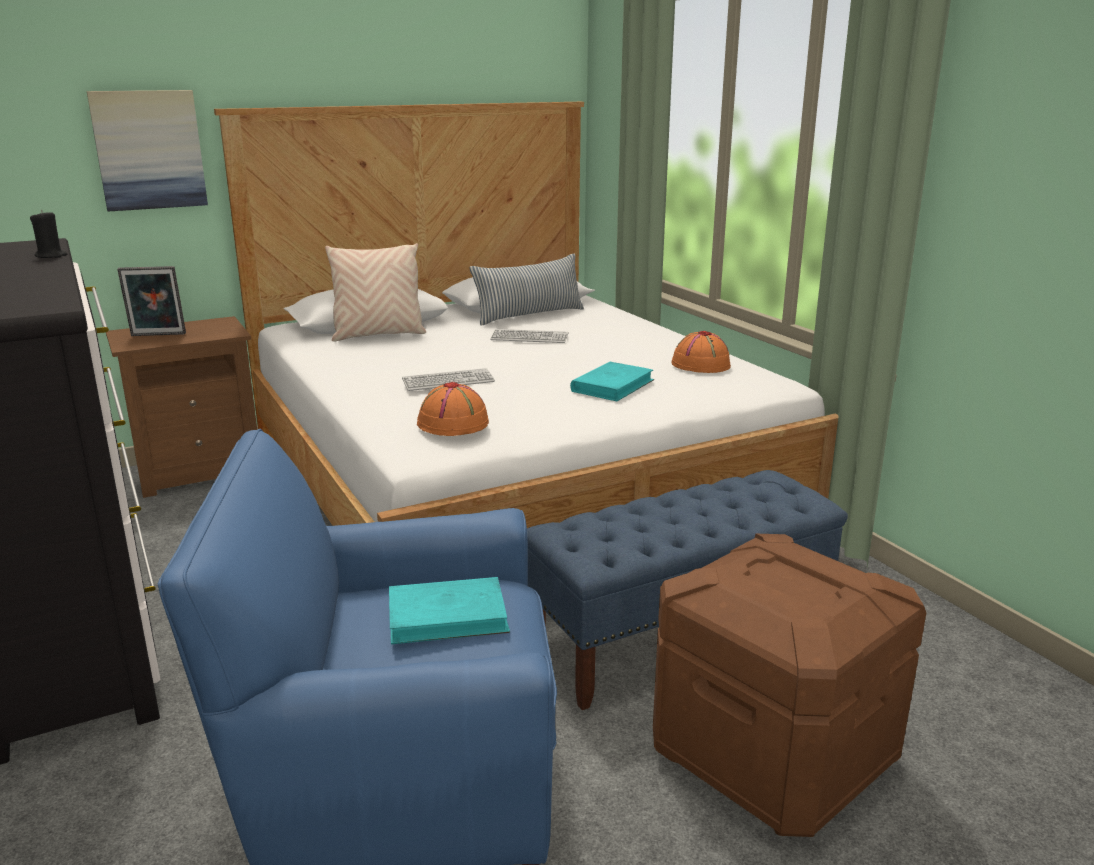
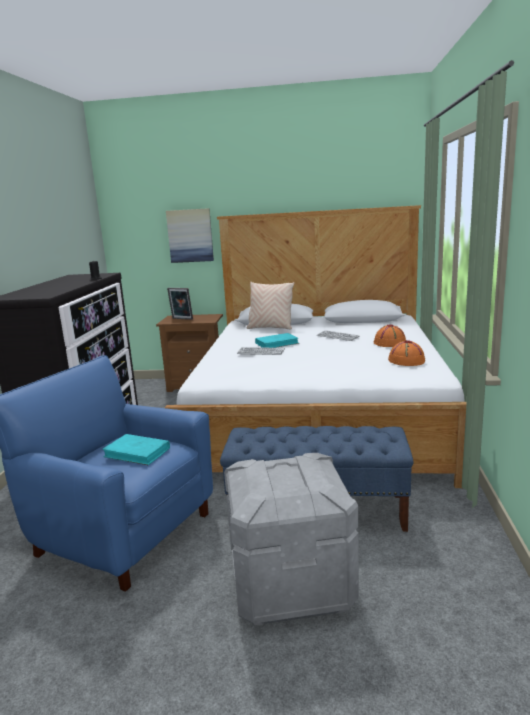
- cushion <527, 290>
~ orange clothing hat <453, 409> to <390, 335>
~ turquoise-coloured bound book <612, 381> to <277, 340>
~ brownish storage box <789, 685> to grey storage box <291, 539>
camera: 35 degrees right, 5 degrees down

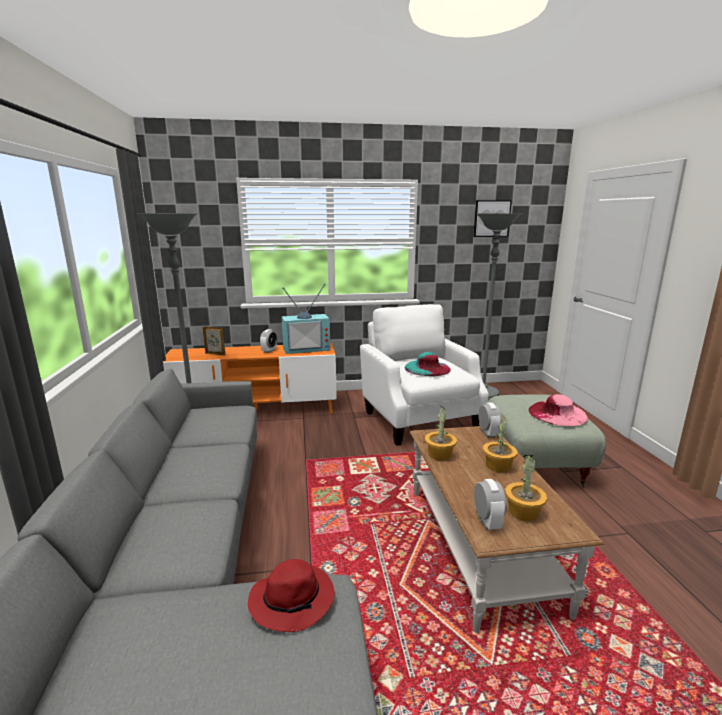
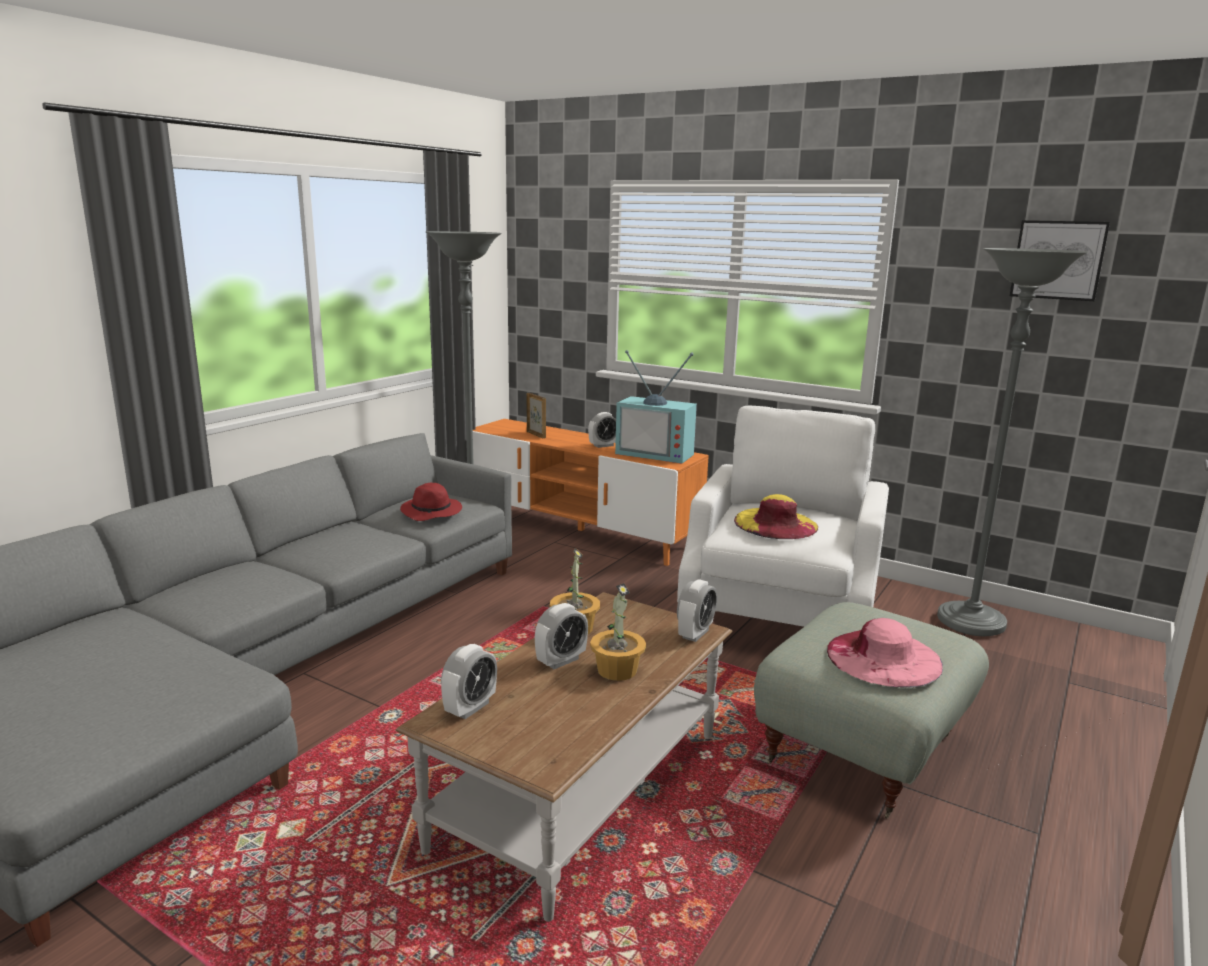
- houseplant <526, 488>
+ bedside clock <561, 636>
~ red clothing hat <291, 595> to <431, 502>
~ turquoise-coloured clothing hat <428, 364> to yellow-coloured clothing hat <776, 516>
camera: 40 degrees right, 0 degrees up

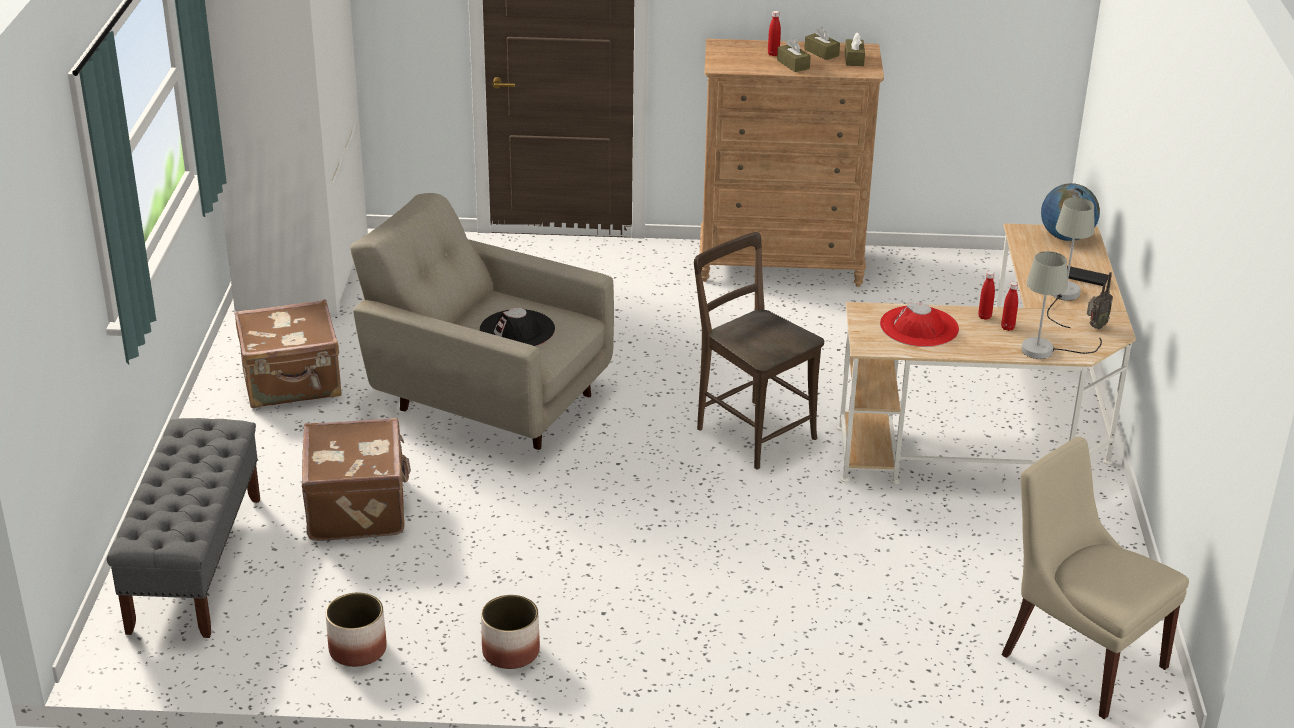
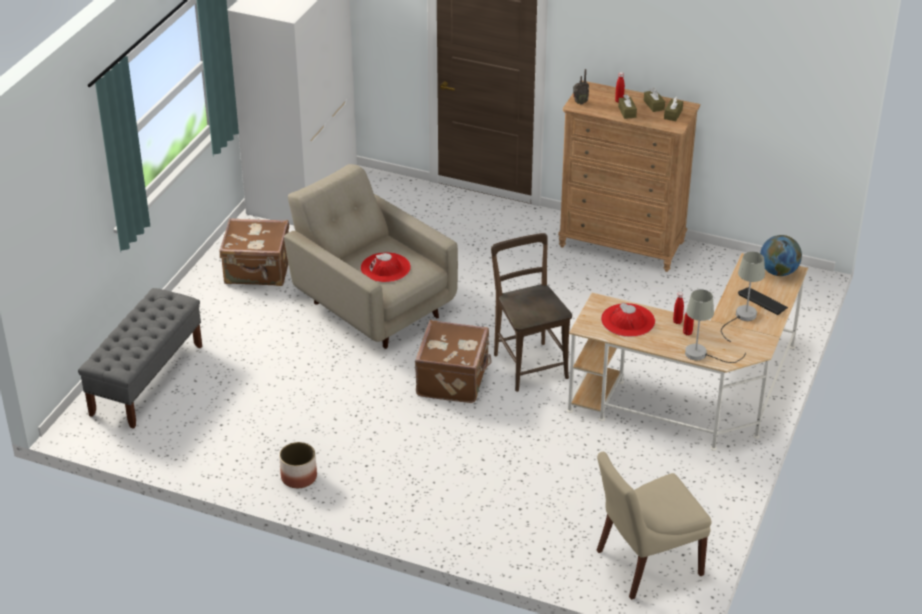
- planter <356, 629>
~ brownish travel case <356, 479> to <453, 361>
~ radio <1100, 300> to <581, 86>
~ blackish clothing hat <517, 326> to red clothing hat <386, 267>
~ beige-coloured chair <1095, 578> = <654, 526> 90 degrees counterclockwise
camera: 20 degrees right, 5 degrees up

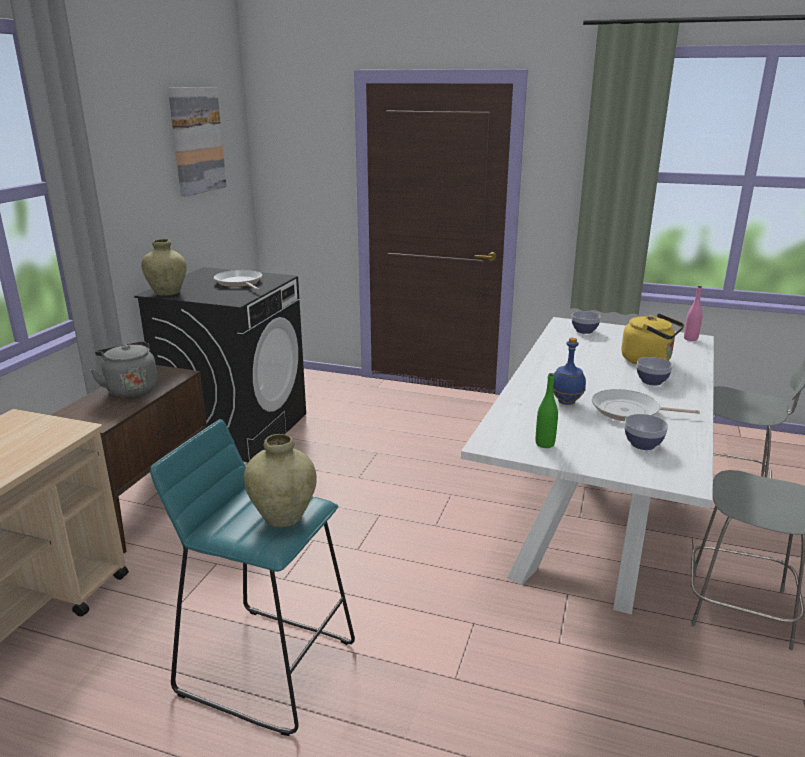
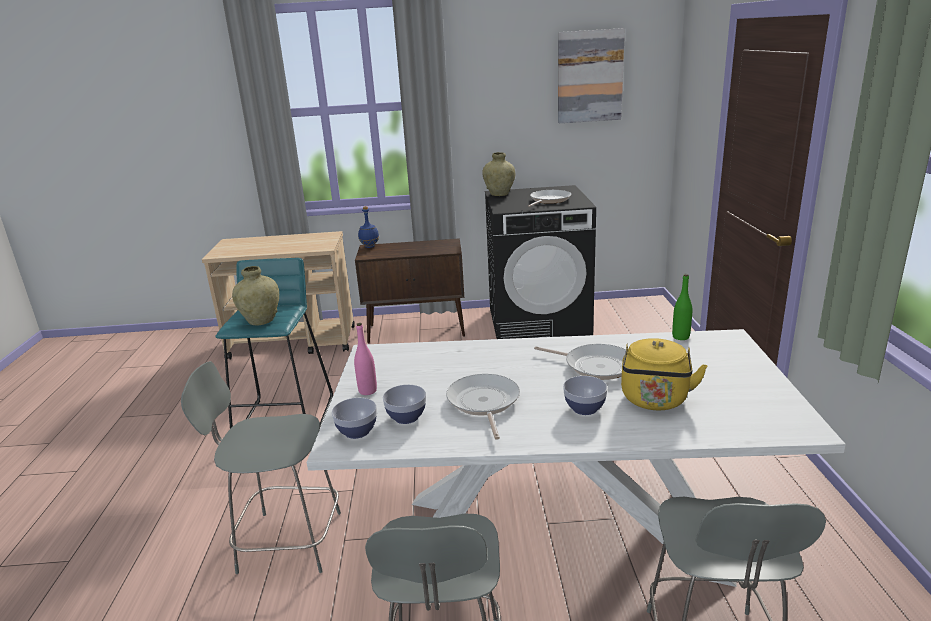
- grey water kettle <124, 369>
+ grey chair <261, 467>
+ frying pan <580, 362>
~ greenish beverage bottle <547, 410> to <682, 307>
~ blue-coloured beverage bottle <569, 371> to <368, 227>
~ serving bowl <586, 322> to <354, 418>
~ pink beverage bottle <693, 313> to <365, 359>
camera: 70 degrees right, 0 degrees up

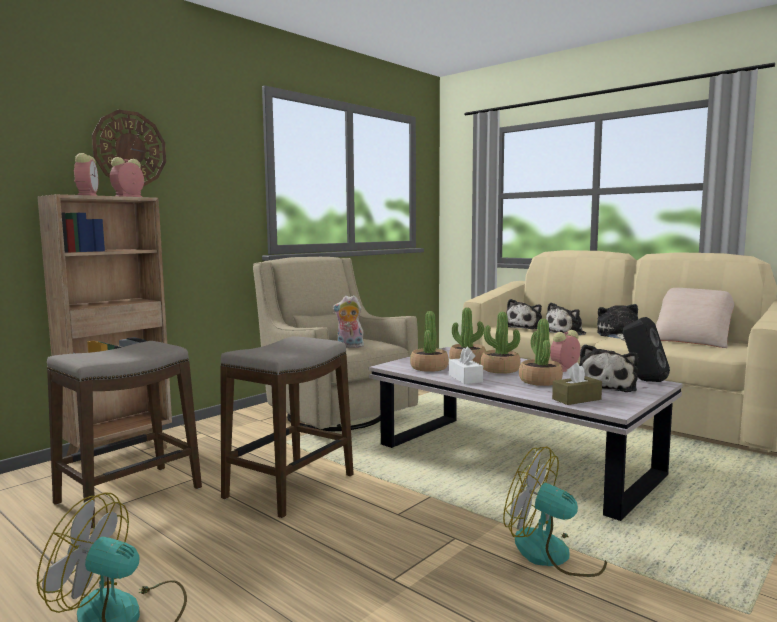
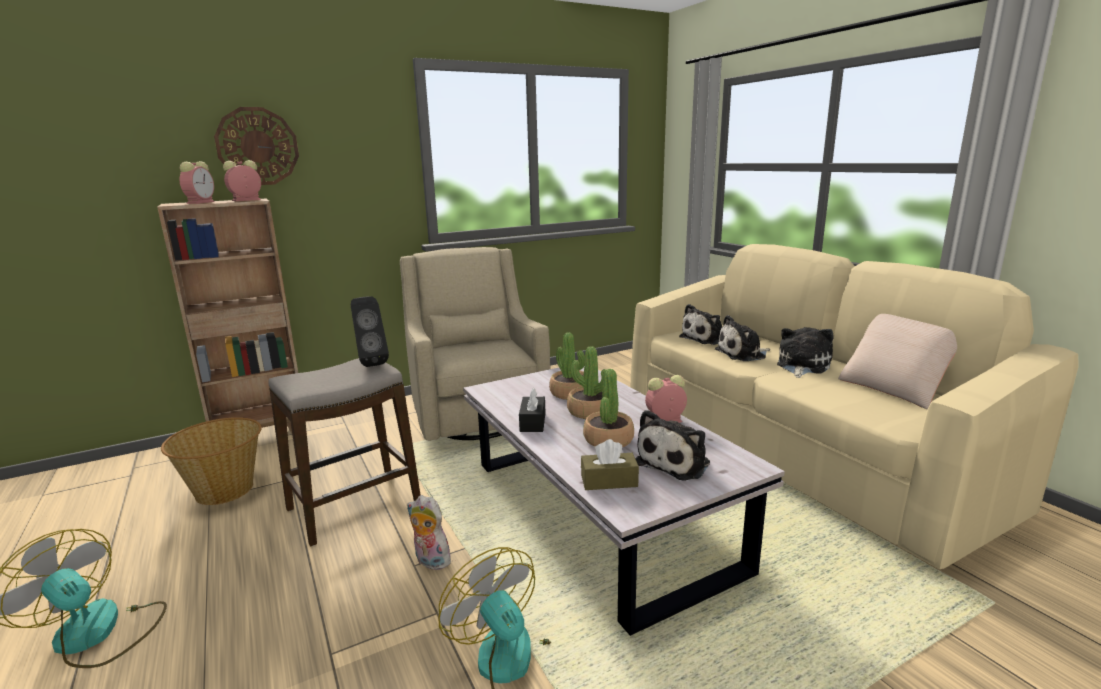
- houseplant <429, 341>
~ cuddly toy <348, 321> to <431, 532>
~ blackish speaker <646, 349> to <370, 331>
~ stool <124, 435> to storage basket <211, 461>
~ white-coloured tissue holder <466, 365> to blackish tissue holder <532, 410>
camera: 20 degrees right, 10 degrees up

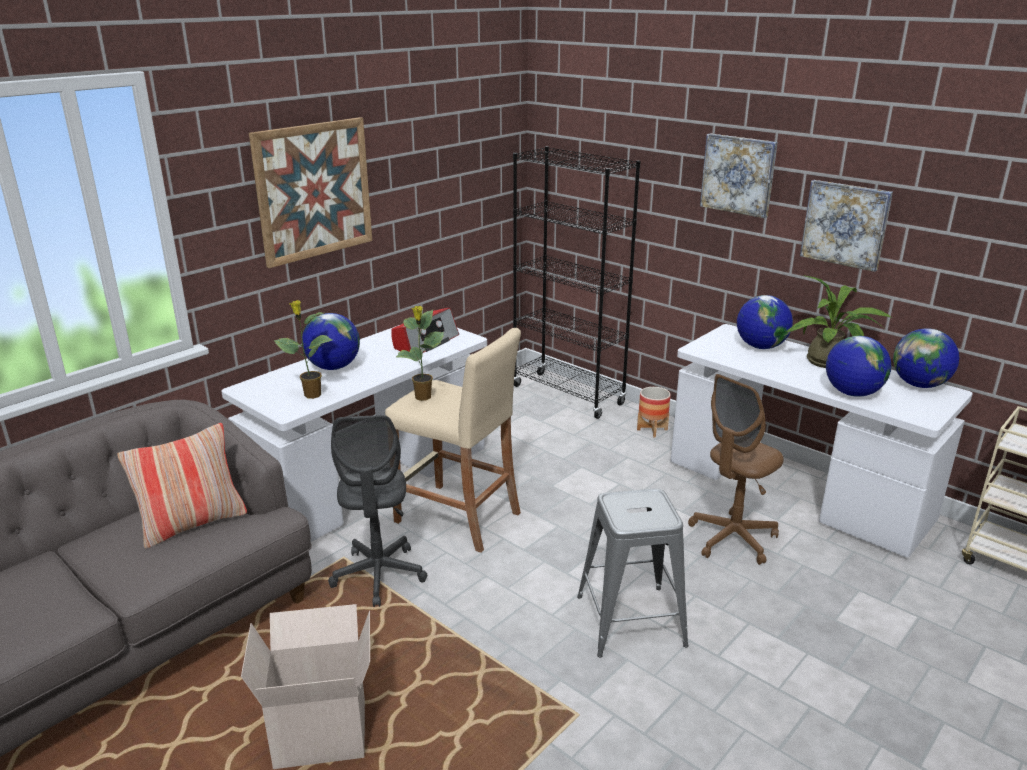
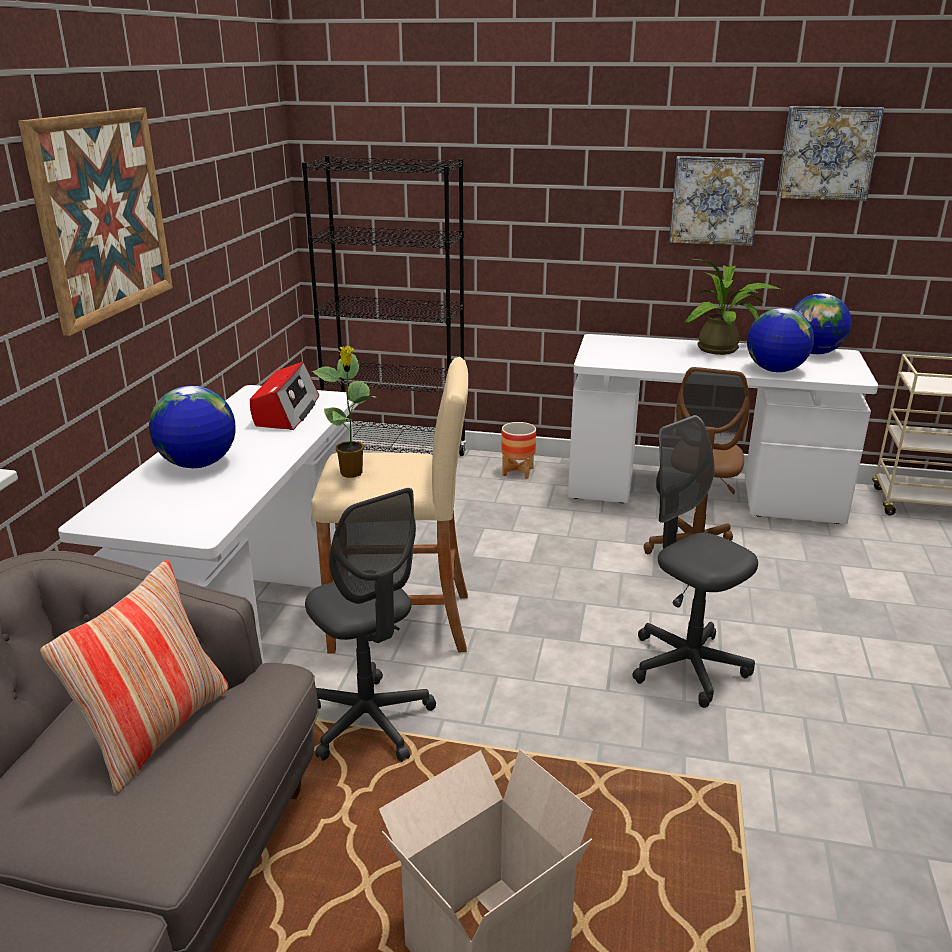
- houseplant <302, 349>
- desk globe <765, 322>
~ picture <739, 175> to <830, 153>
~ grey stool <632, 572> to grey computer chair <695, 561>
camera: 30 degrees left, 0 degrees up

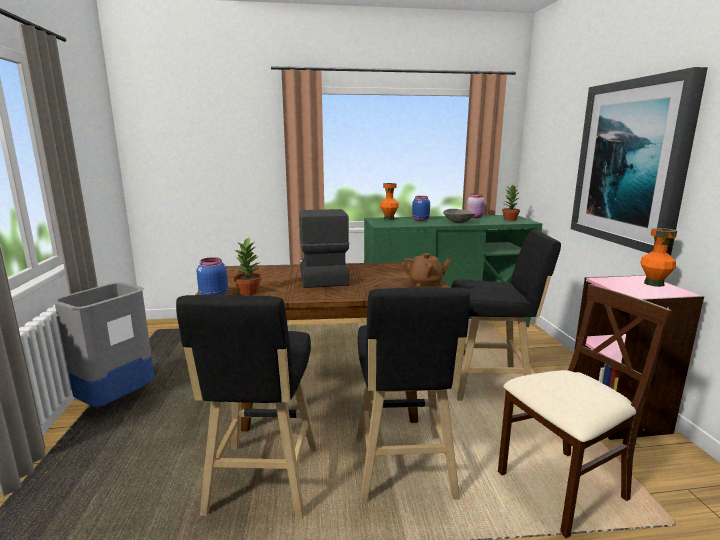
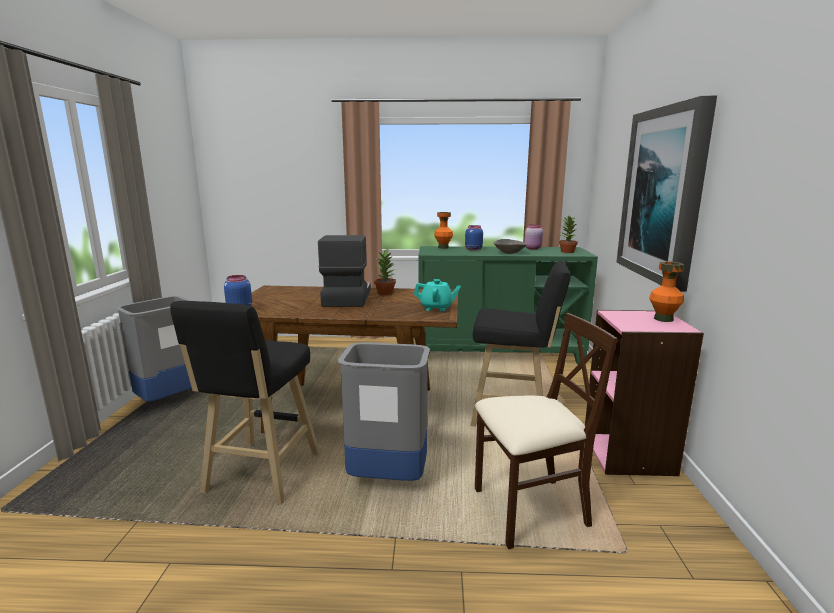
~ houseplant <247, 266> to <385, 272>
~ blackish stool <413, 395> to grey trash can <384, 411>
~ brownish pot for tea <426, 270> to turquoise-coloured pot for tea <437, 295>
camera: 10 degrees right, 0 degrees up

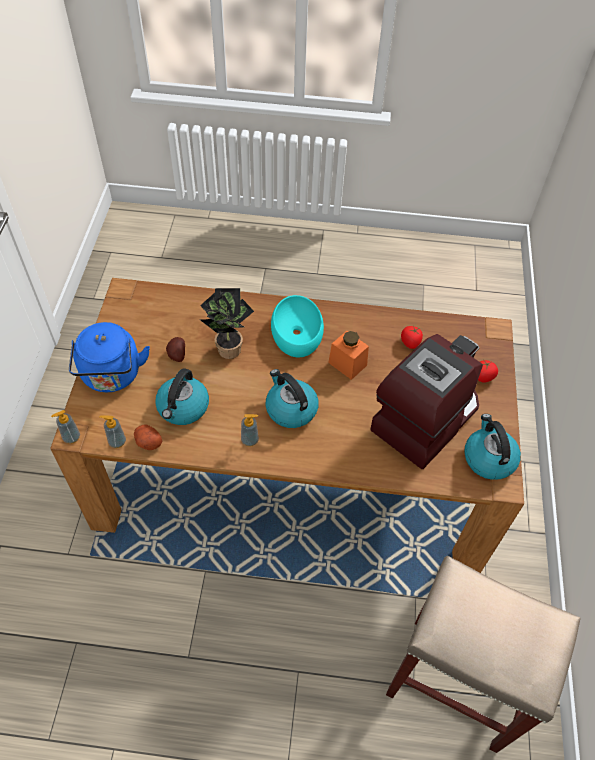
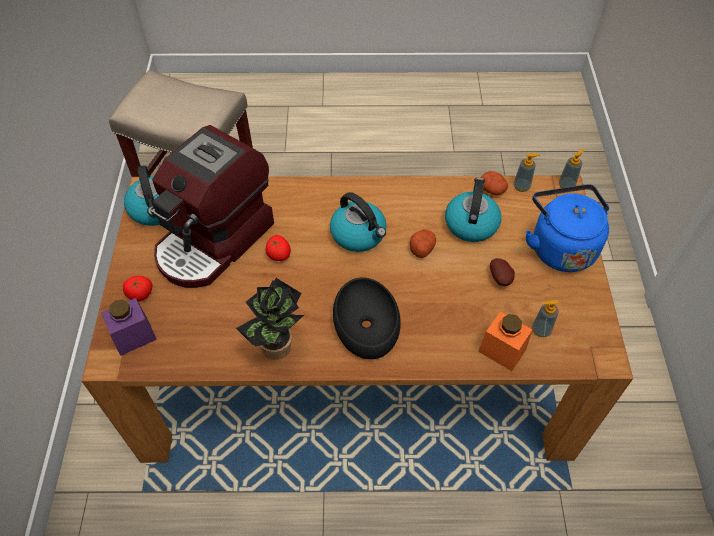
+ purple-coloured storage jar <129, 327>
+ spud <423, 243>
~ houseplant <227, 323> to <270, 319>
~ soap bottle <250, 430> to <545, 318>
~ orange storage jar <348, 355> to <505, 341>
~ tomato <412, 337> to <278, 248>
~ turquoise-coloured serving bowl <297, 326> to blackish serving bowl <367, 318>
camera: 175 degrees right, 0 degrees up

